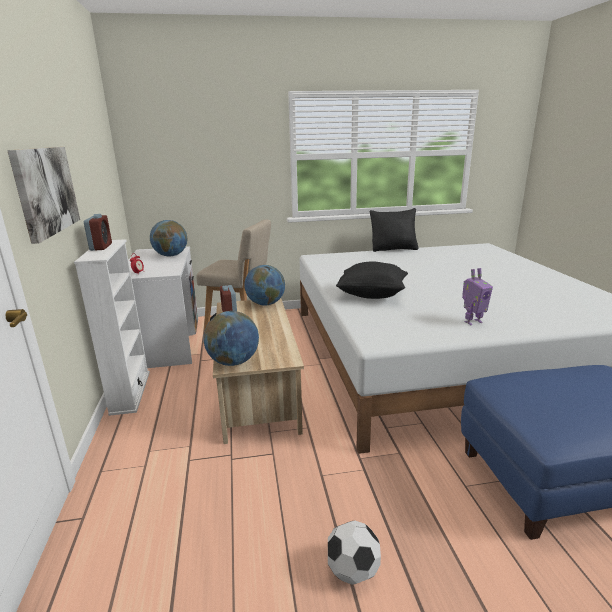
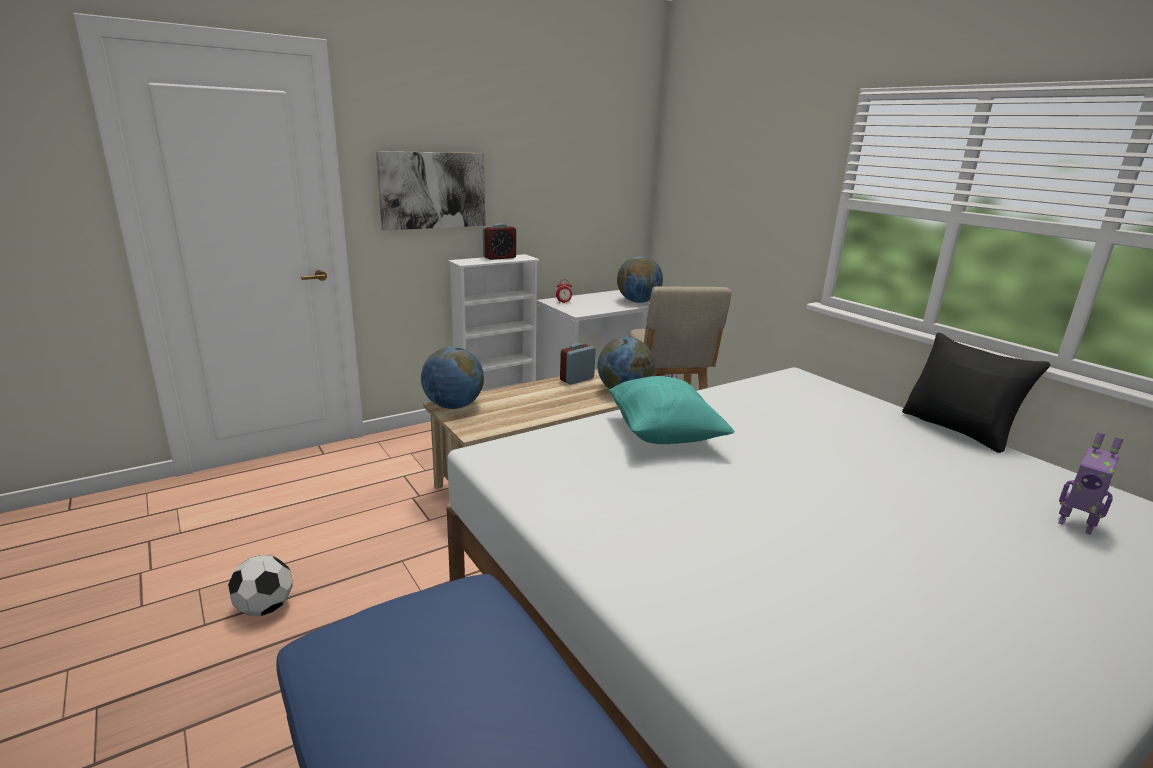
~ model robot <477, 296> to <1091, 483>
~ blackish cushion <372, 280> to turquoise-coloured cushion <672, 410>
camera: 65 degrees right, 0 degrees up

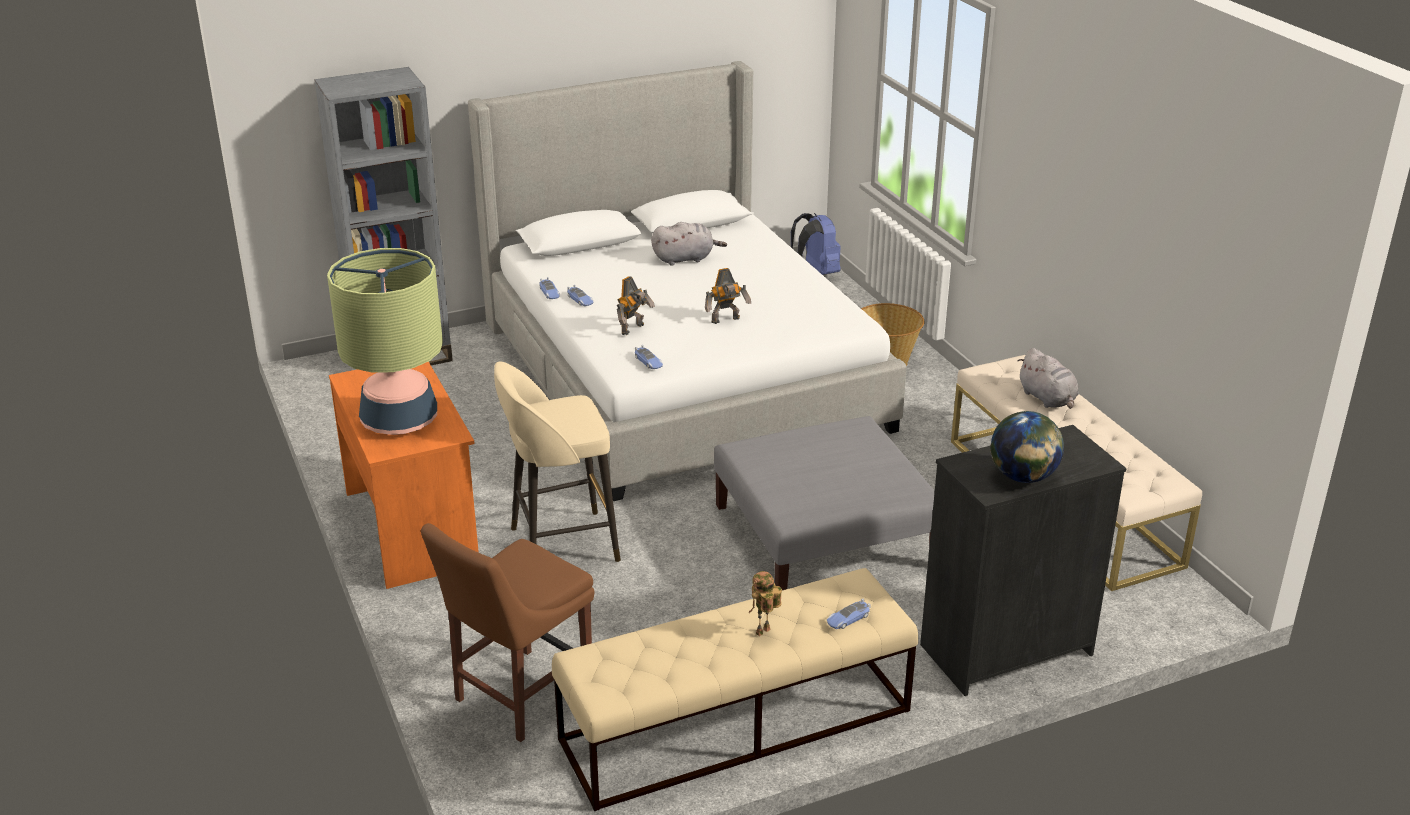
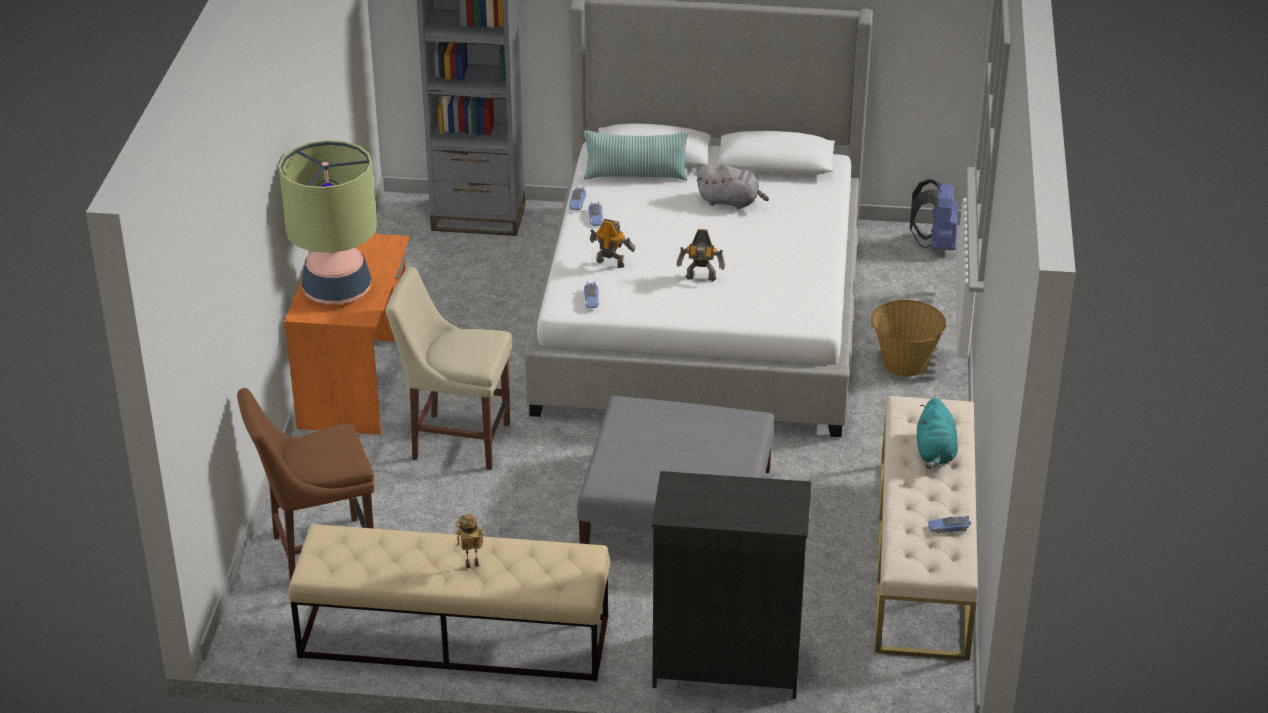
- desk globe <1027, 447>
+ cushion <636, 155>
~ toy car <849, 614> to <949, 524>
~ beige-coloured stool <557, 461> to beige-coloured chair <449, 368>
~ grey cuddly toy <1048, 378> to turquoise-coloured cuddly toy <937, 433>
~ model robot <636, 305> = <612, 243> 135 degrees counterclockwise
camera: 30 degrees right, 5 degrees up

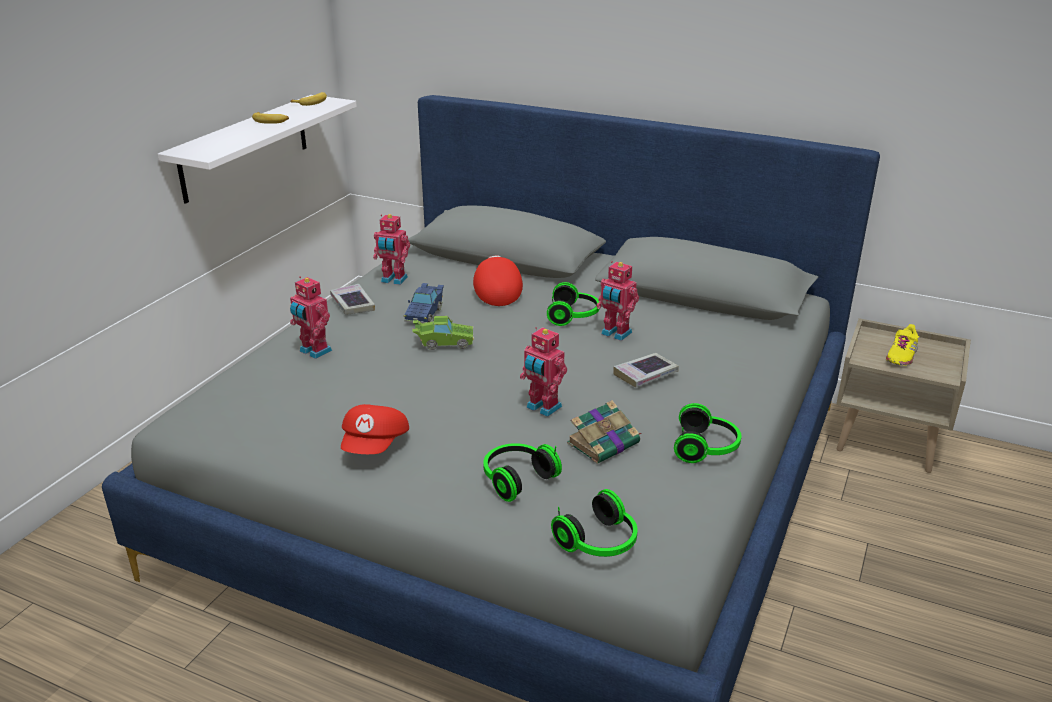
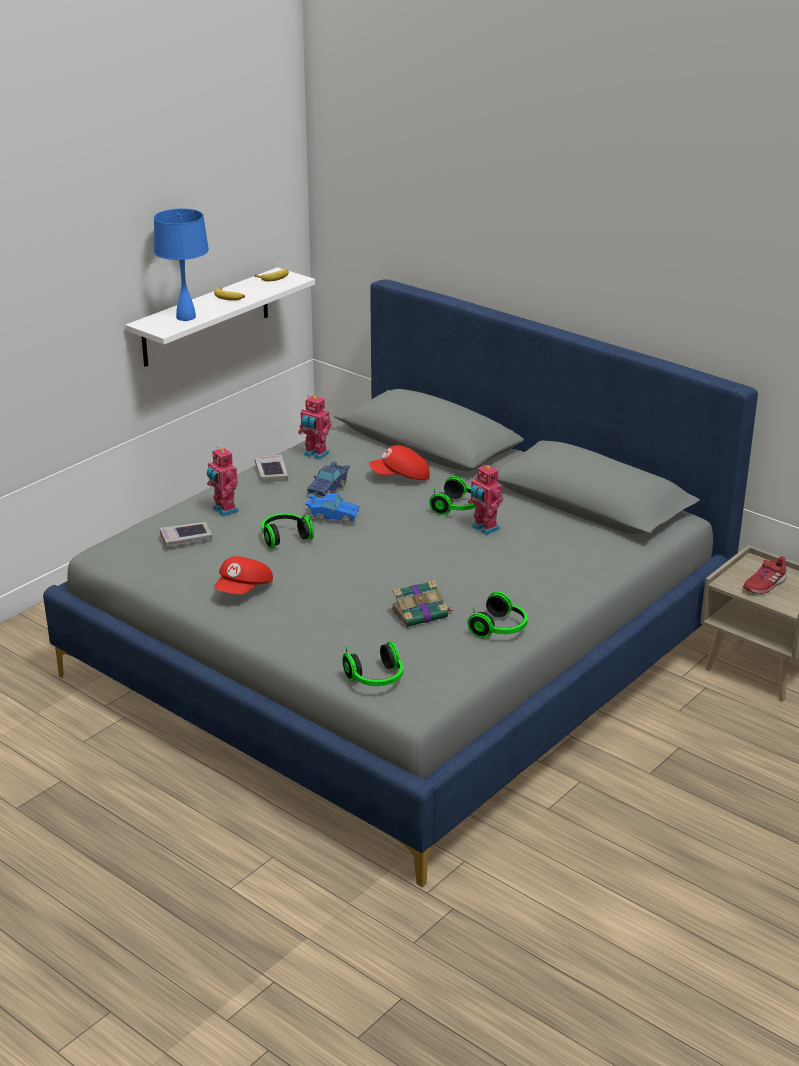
- model robot <543, 372>
+ blue-coloured lamp for a table <181, 264>
~ headset <522, 472> to <287, 531>
~ bound book <646, 370> to <186, 534>
~ greenish toy car <443, 333> to blue-coloured toy car <332, 508>
~ yellow-coloured item of footwear <902, 345> to red item of footwear <765, 575>
~ red baseball cap <498, 280> = <399, 462> 105 degrees counterclockwise
camera: 15 degrees right, 0 degrees up

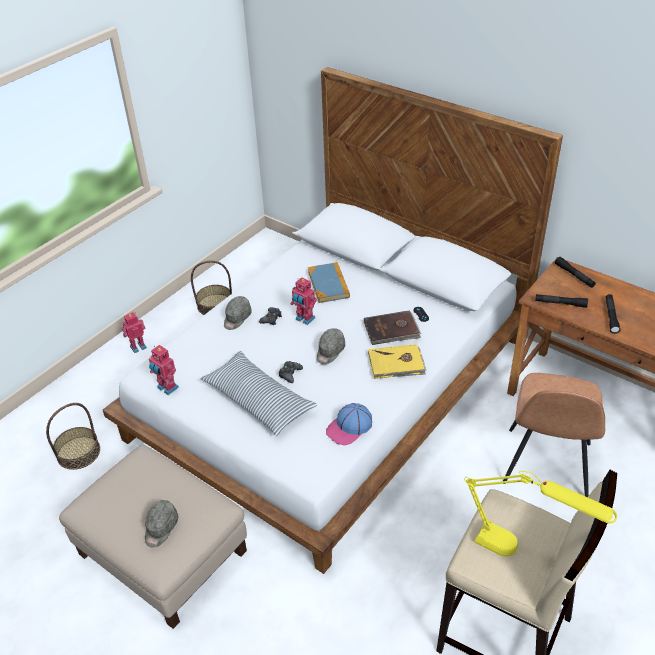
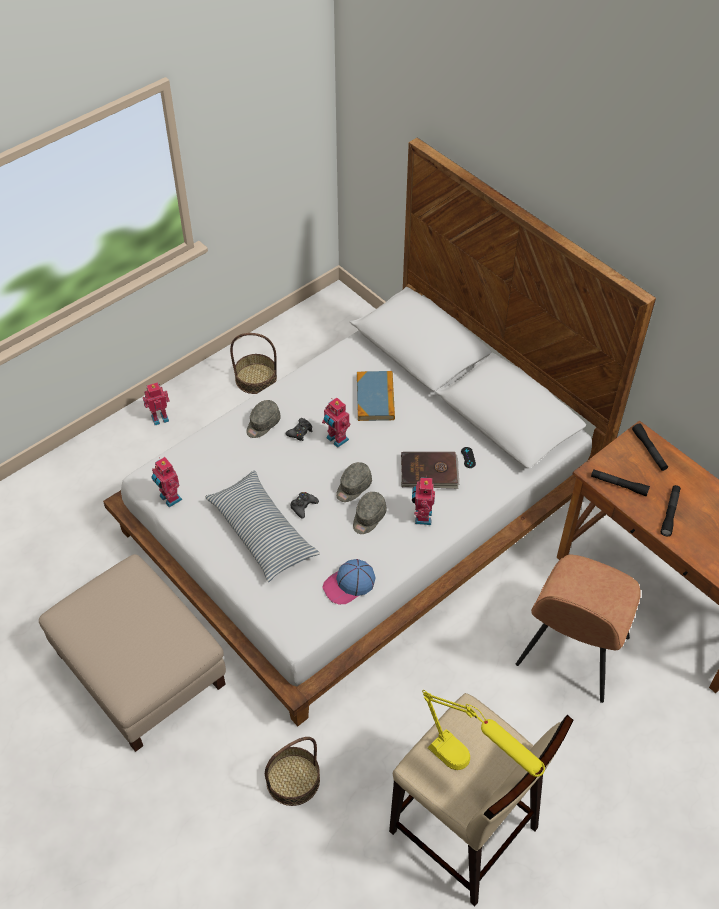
~ storage basket <73, 436> to <292, 771>
~ grey baseball cap <161, 524> to <370, 513>
~ yellow-coloured bound book <397, 361> to model robot <423, 500>
camera: 10 degrees right, 10 degrees up

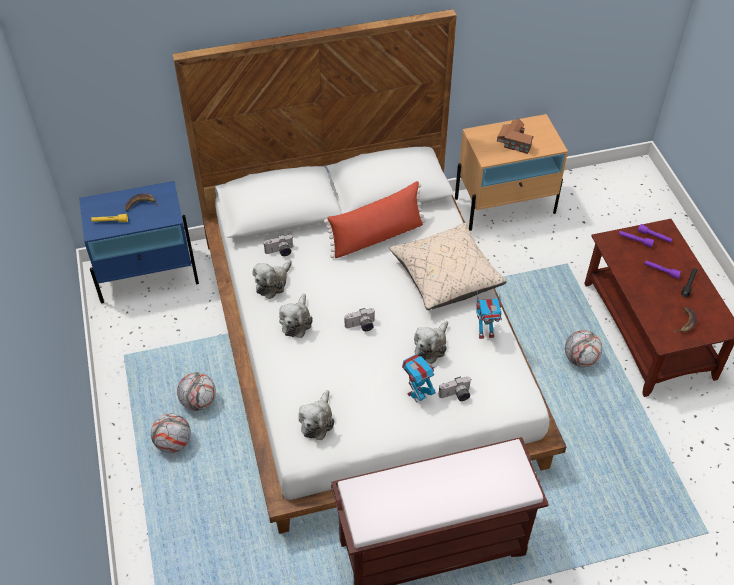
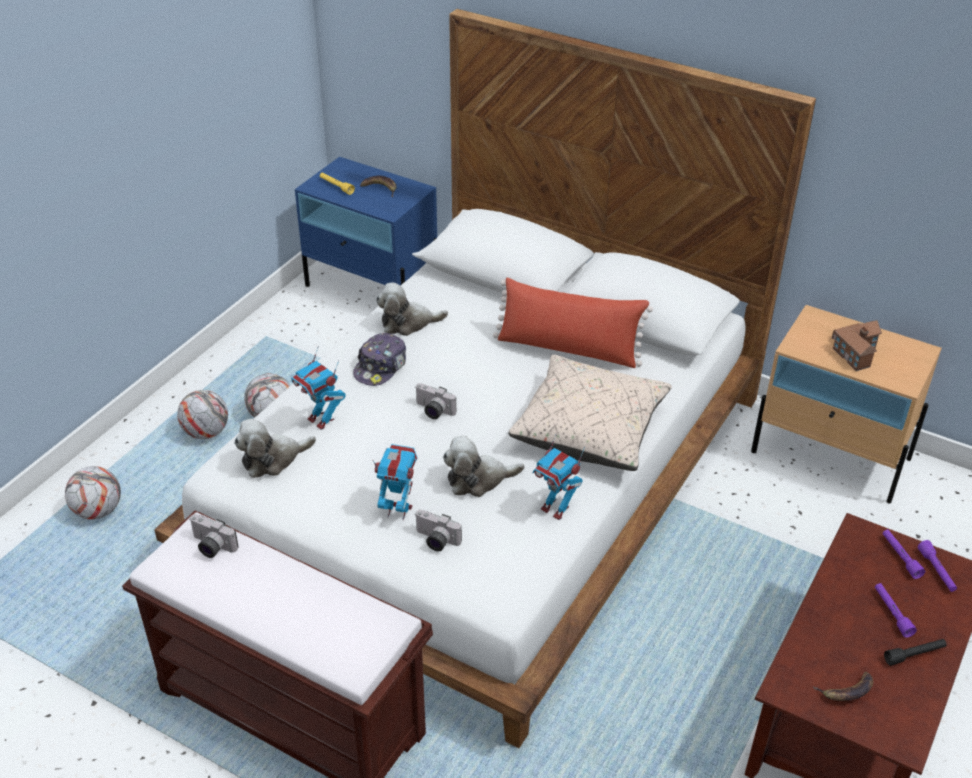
+ model robot <318, 388>
~ photo camera <278, 245> to <214, 536>
~ football <583, 348> to <93, 493>
~ cuddly toy <296, 316> to baseball cap <379, 359>
camera: 45 degrees right, 10 degrees down

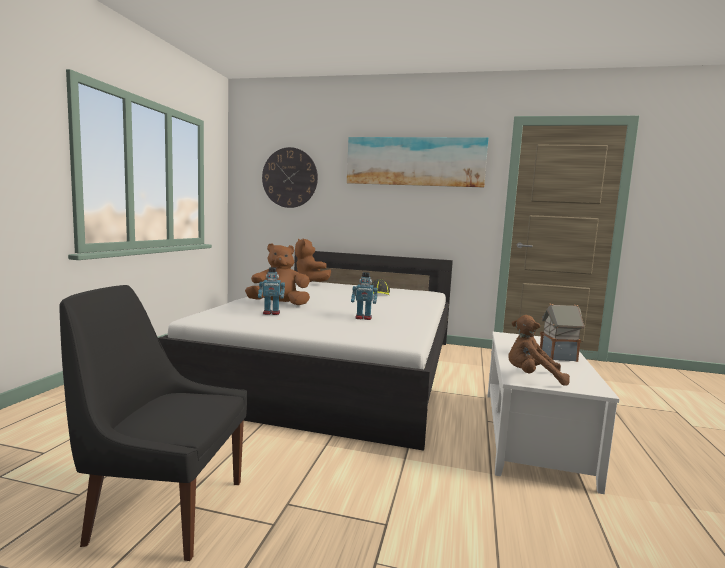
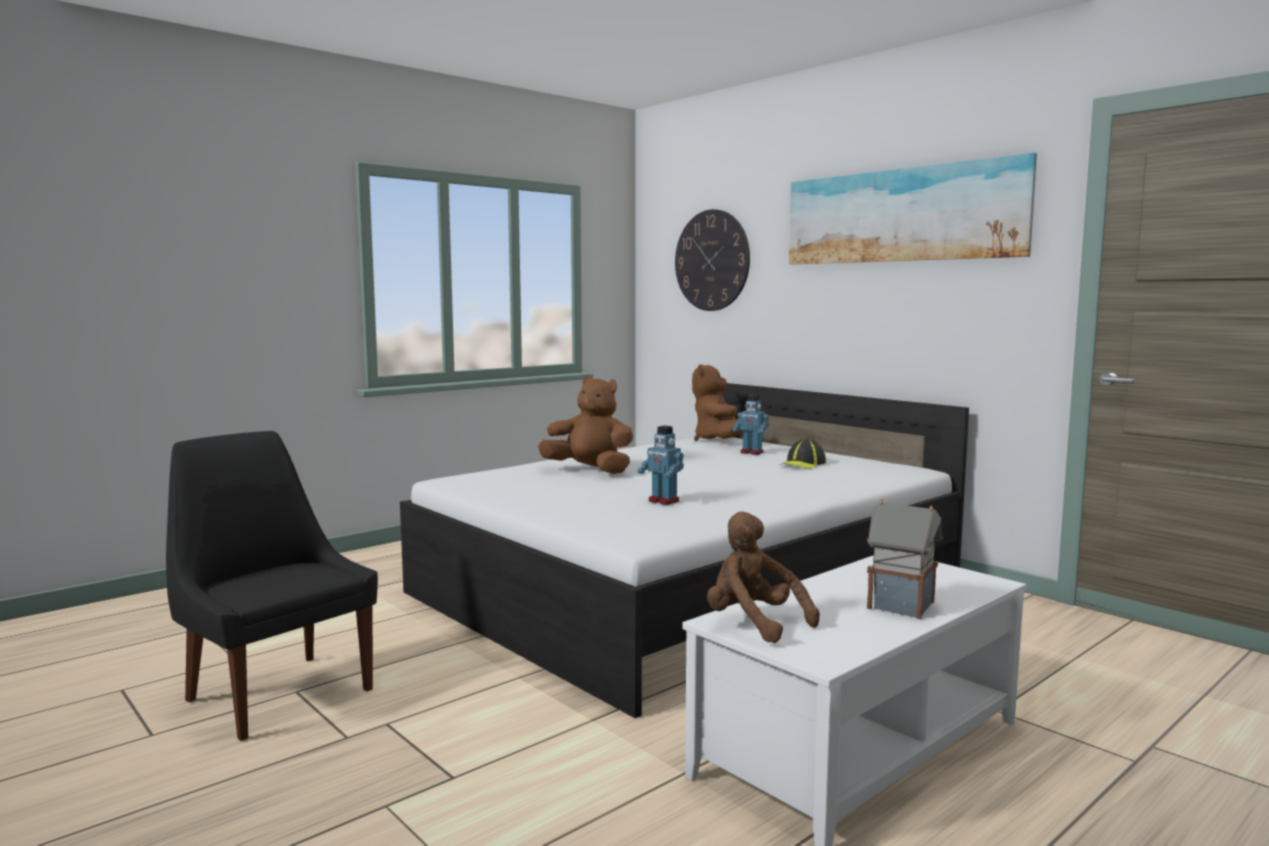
~ model robot <271, 291> to <751, 425>
camera: 35 degrees right, 0 degrees up

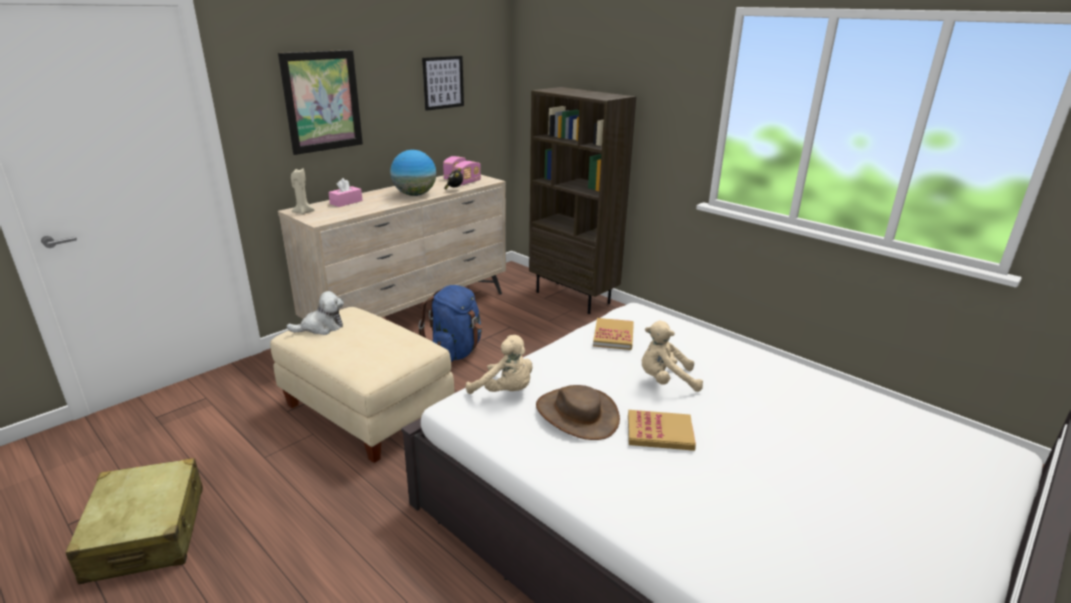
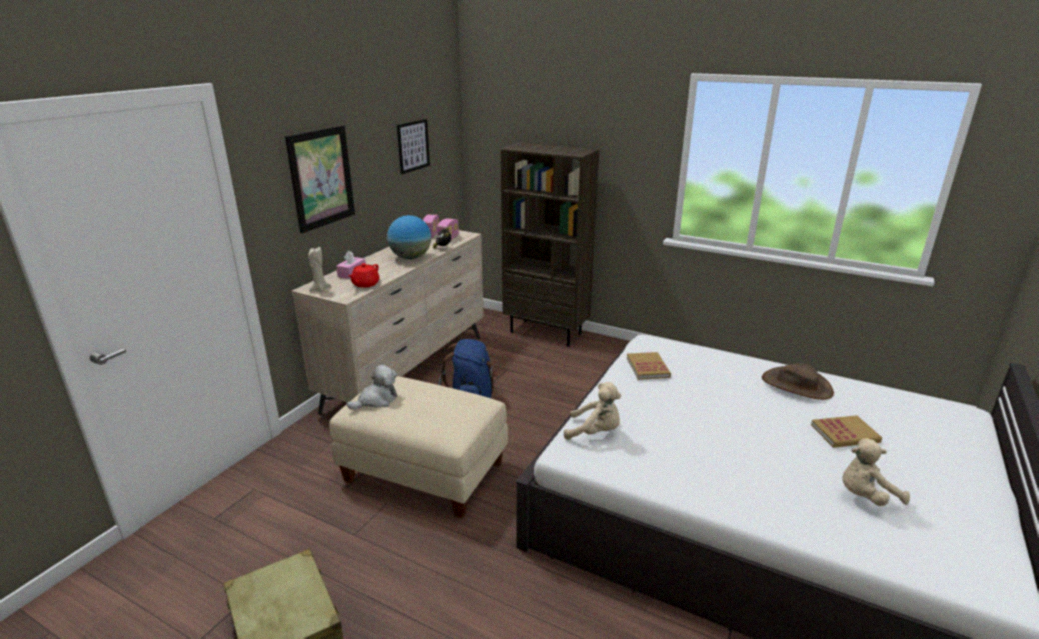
+ red pot for tea <363, 275>
~ brownish clothing hat <578, 412> to <798, 381>
~ bound book <662, 430> to <846, 431>
~ beige-coloured cuddly toy <672, 356> to <876, 472>
camera: 15 degrees left, 0 degrees up

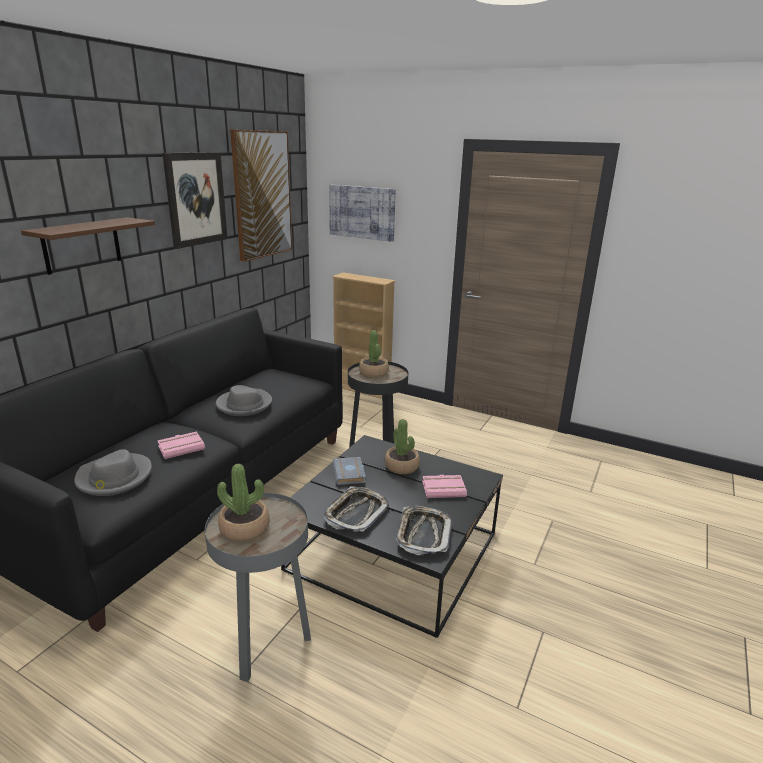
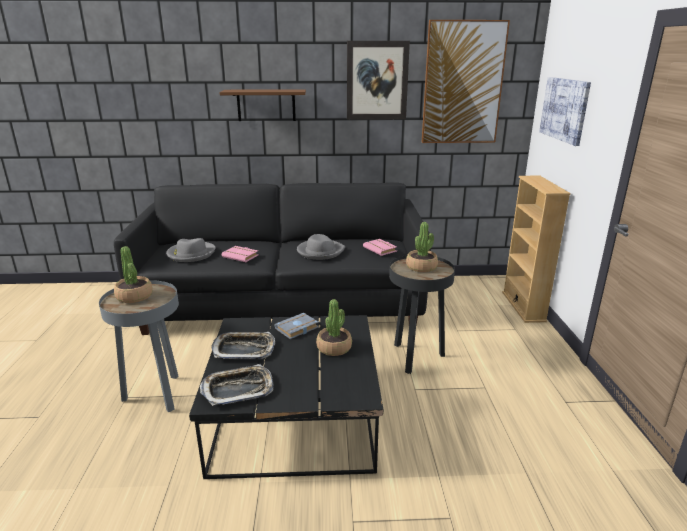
~ pink bound book <444, 486> to <380, 247>
camera: 60 degrees right, 0 degrees up

